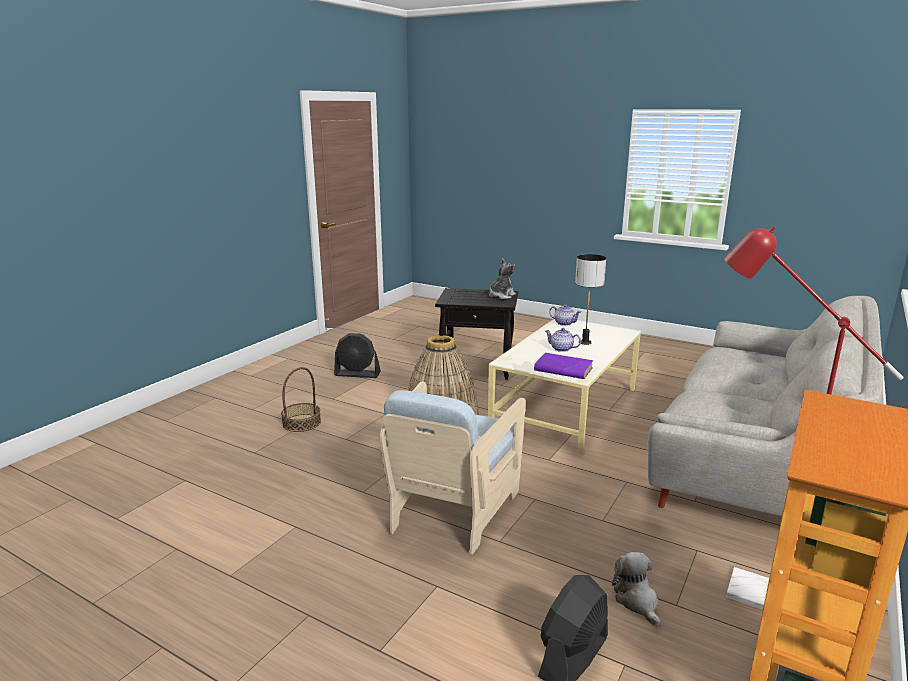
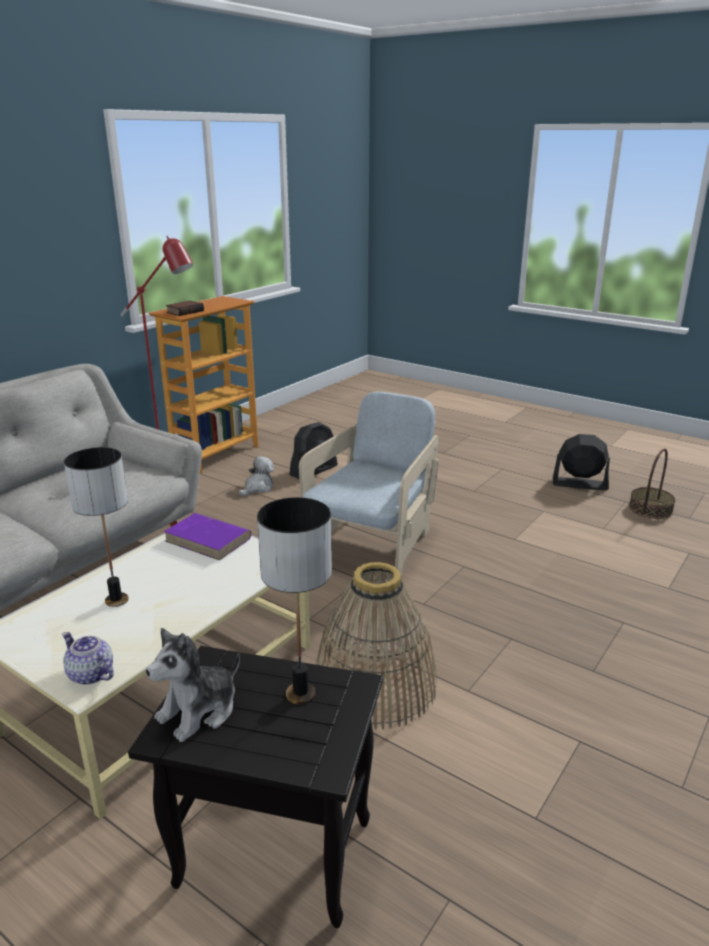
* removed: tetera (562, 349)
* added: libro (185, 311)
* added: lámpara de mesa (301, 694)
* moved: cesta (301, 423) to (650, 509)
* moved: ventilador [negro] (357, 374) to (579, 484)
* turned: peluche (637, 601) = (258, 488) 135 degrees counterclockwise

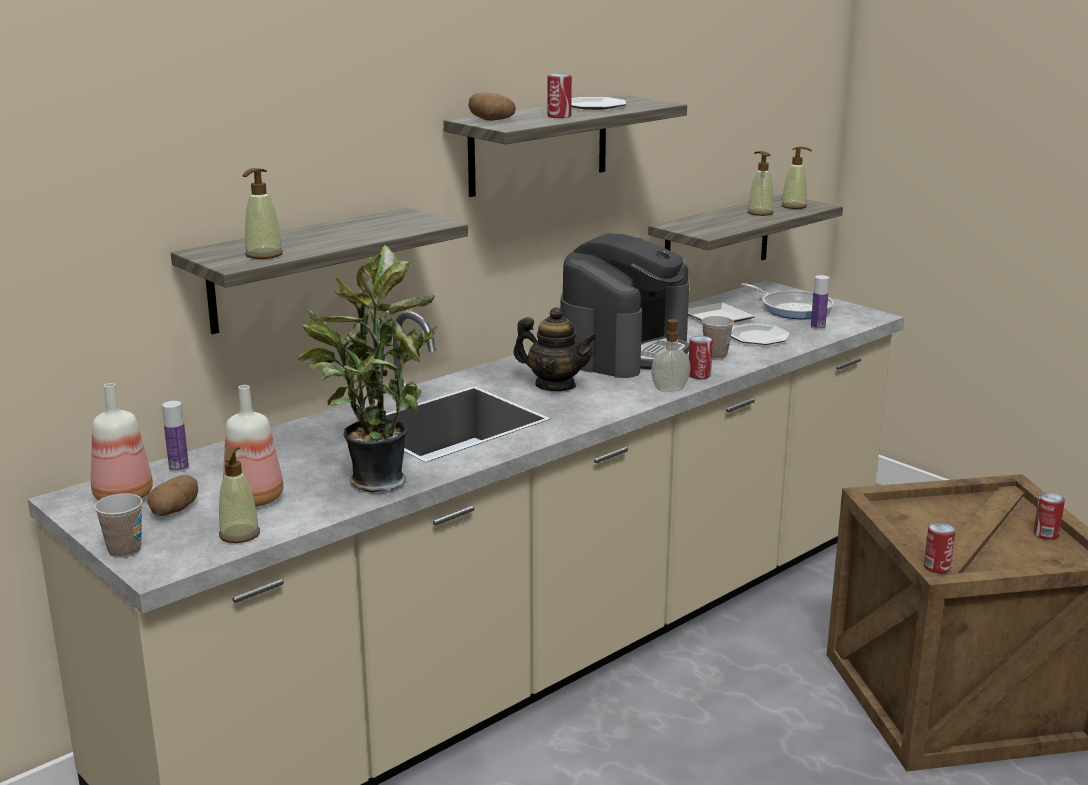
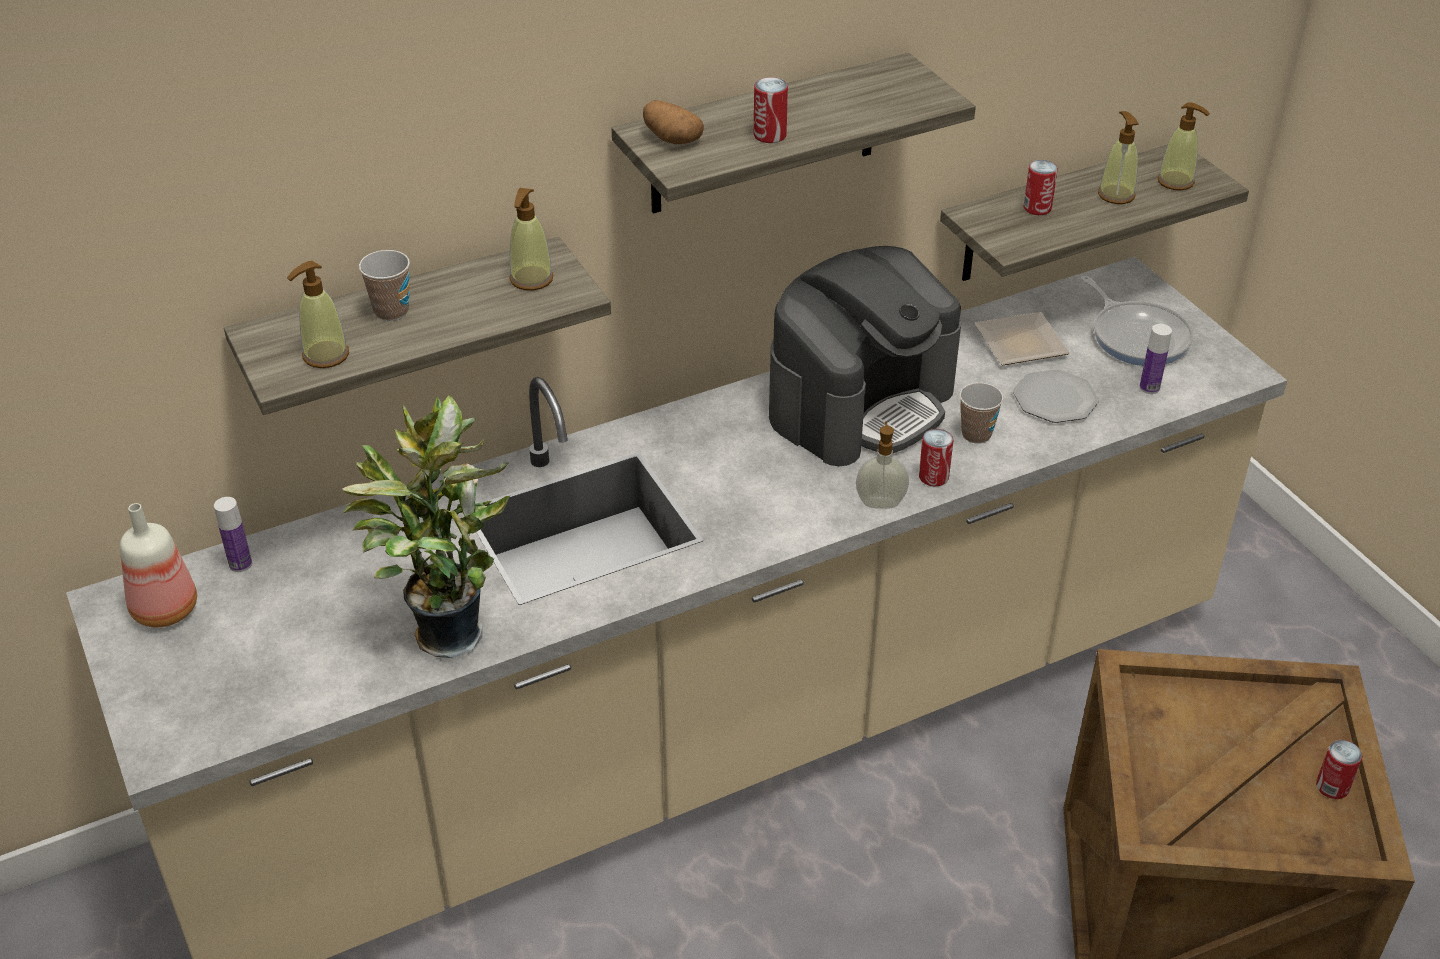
* removed: patata (175, 510)
* removed: botella (256, 499)
* removed: tetera (555, 386)
* removed: plato (593, 106)
* moved: taza (124, 550) to (391, 311)
* moved: dispensador de jabón (239, 535) to (531, 279)
* moved: lata (936, 567) to (1037, 208)

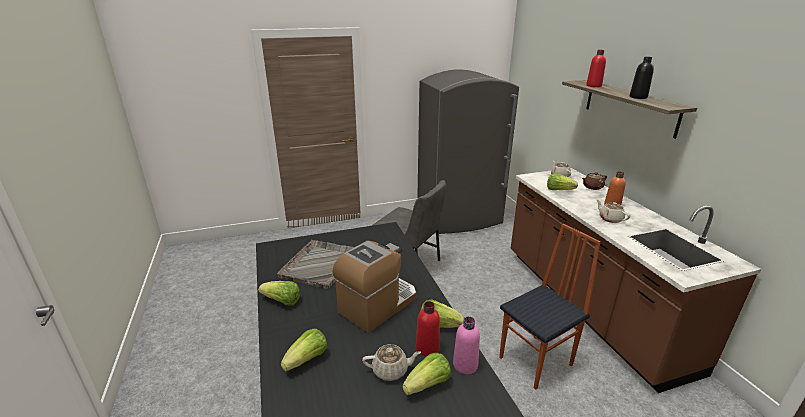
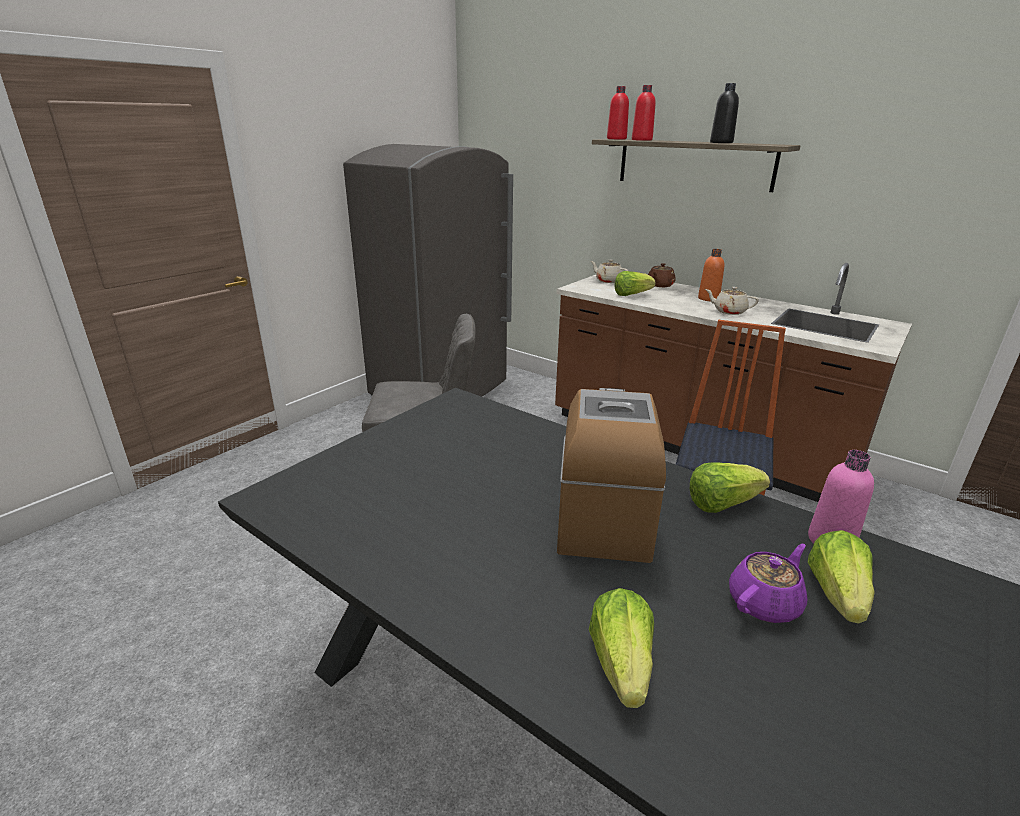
* removed: lechuga (282, 301)
* removed: bandeja [gris] (320, 264)
* moved: botella [rojo] (427, 348) to (616, 139)
* recoloured: tetera [beis] (391, 370) to tetera [morado] (765, 602)

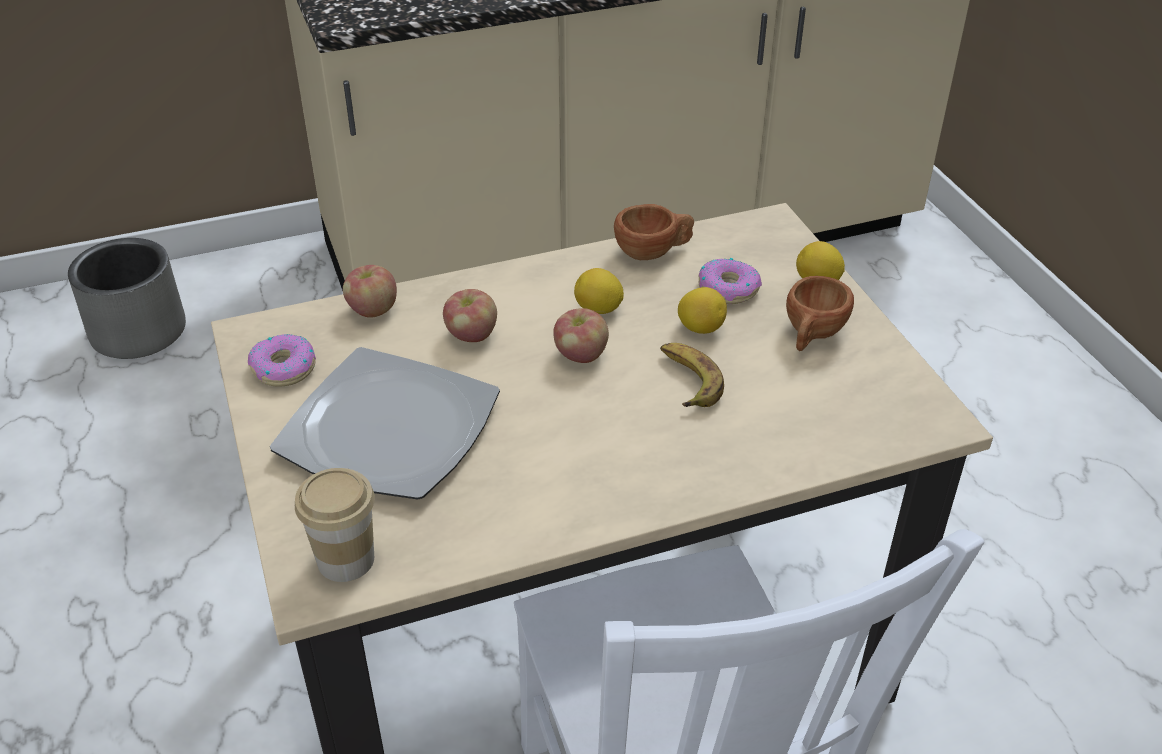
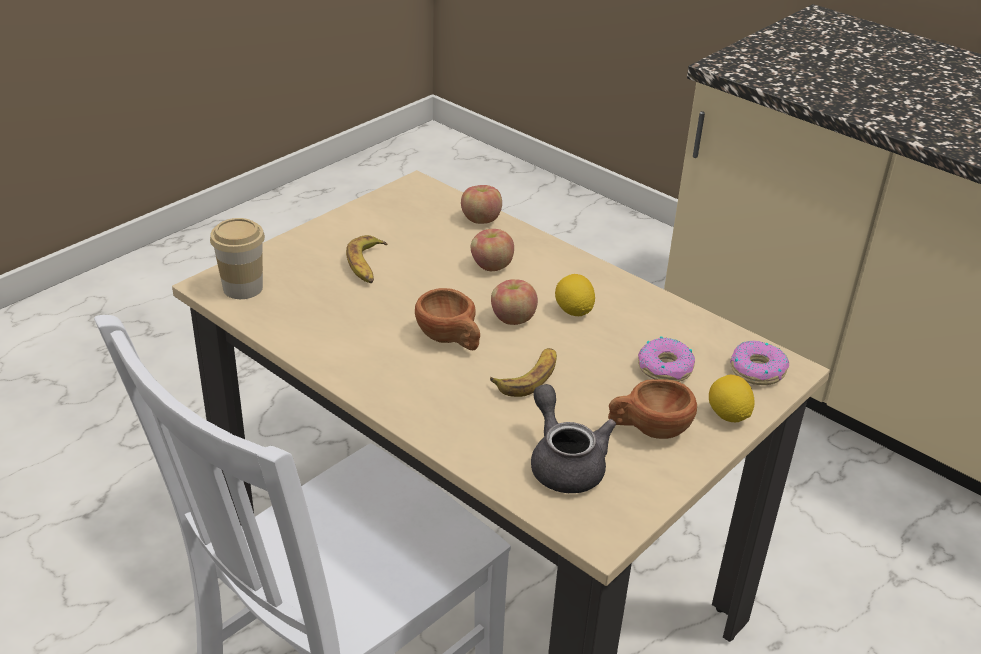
* removed: maceta [gris] (138, 333)
* removed: limón (700, 328)
* added: tetera [gris] (564, 462)
* moved: rosquilla (283, 368) to (757, 370)
* moved: taza [marrón] (653, 252) to (450, 340)
* replaced: plato (390, 431) to plátano (367, 266)

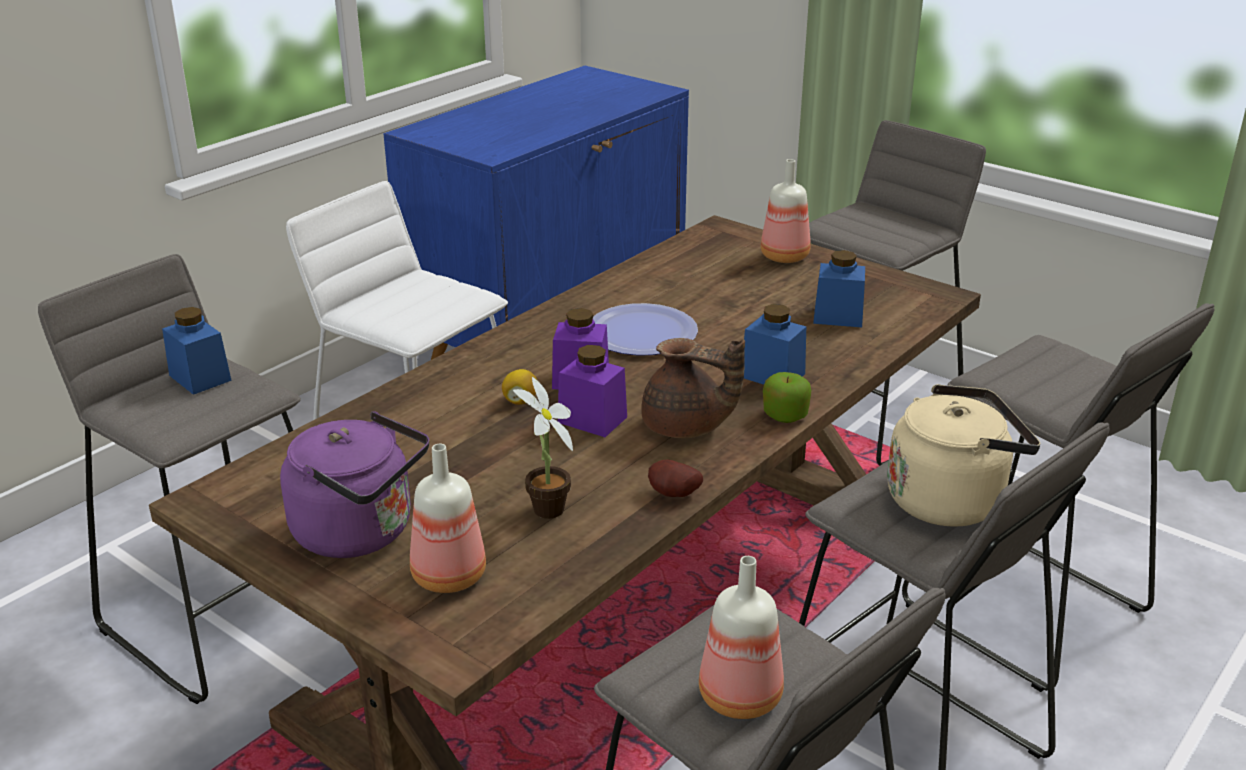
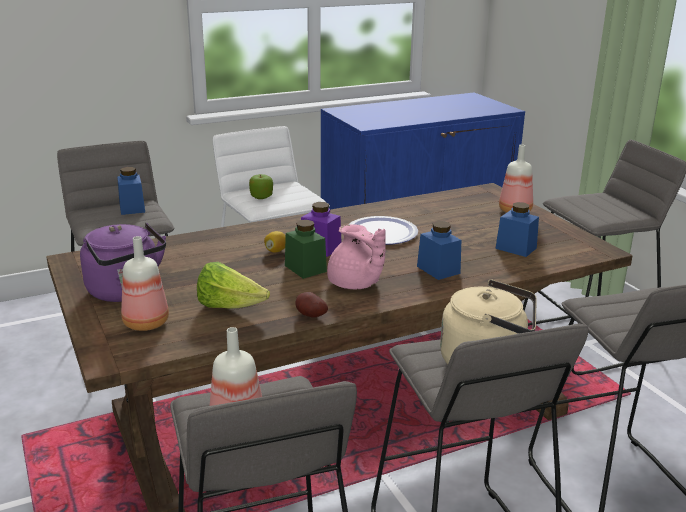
* moved: manzana (785, 415) to (261, 196)
* replaced: planta en maceta (546, 513) to lechuga (229, 307)
* recoloured: tarro [morado] (592, 420) to tarro [verde] (305, 268)
* recoloured: tetera [marrón] (686, 428) to tetera [rosa] (355, 284)

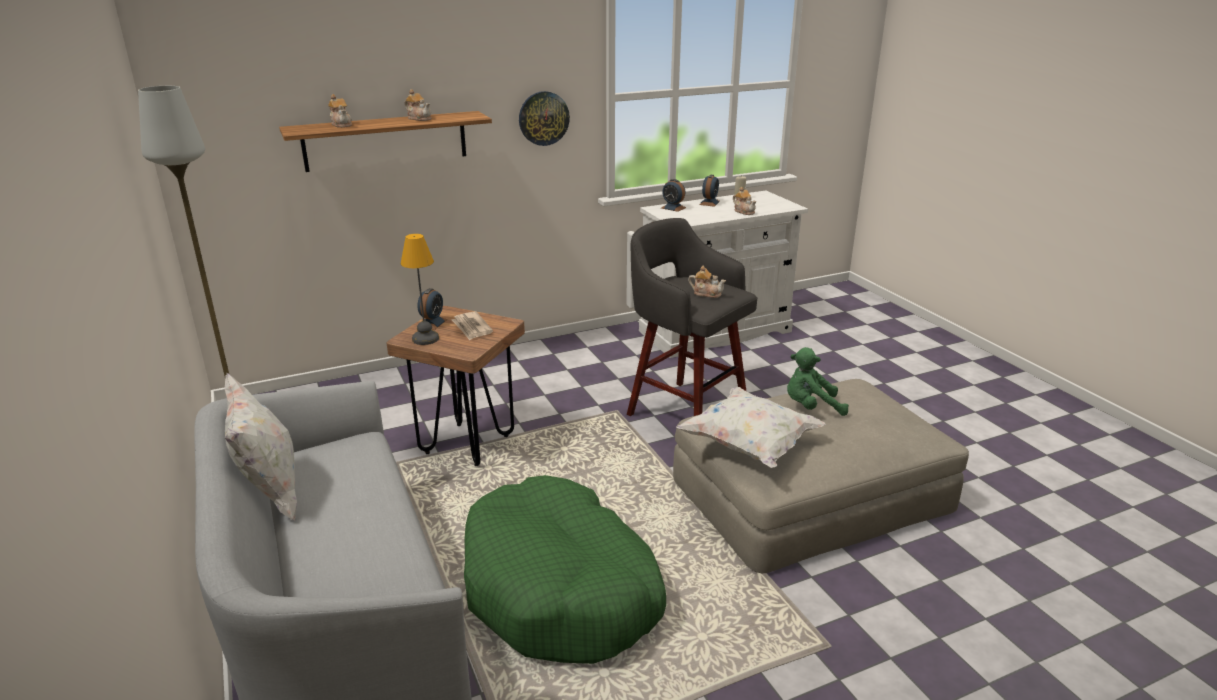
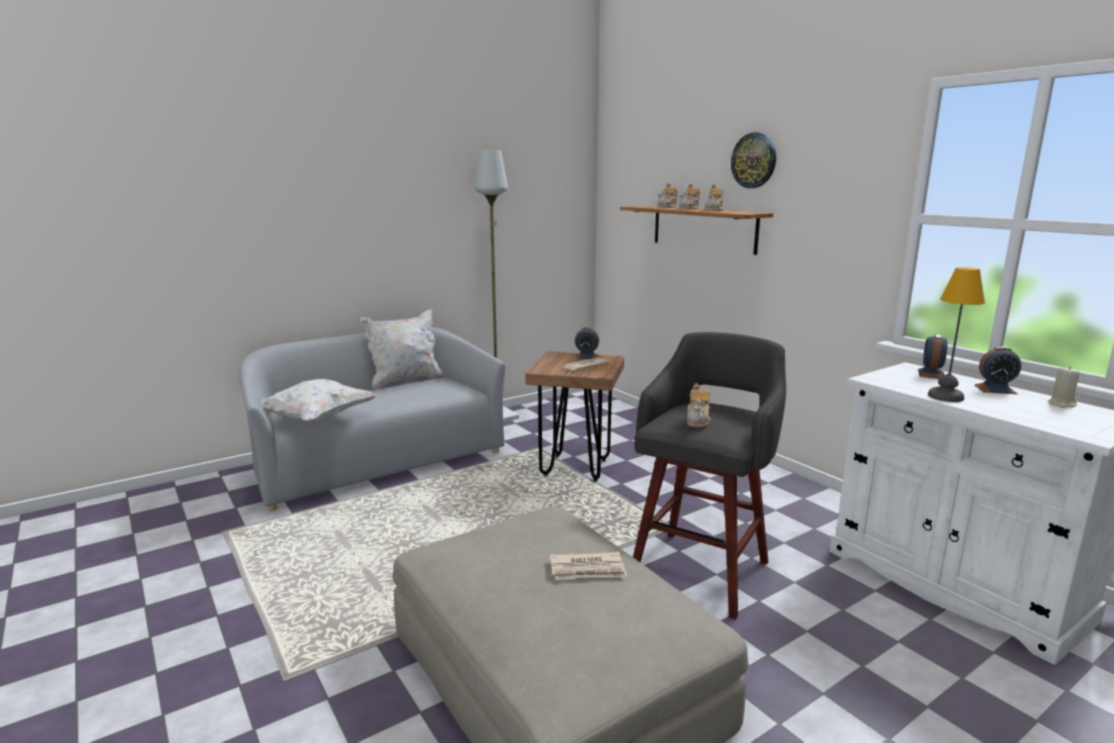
* removed: cama para perro [verde] (561, 590)
* moved: lámpara de mesa (426, 338) to (946, 396)
* moved: reloj de pared (543, 118) to (754, 160)
* moved: cojín [blanco] (750, 446) to (317, 419)
* moved: tetera (744, 211) to (689, 209)
* replaced: peluche [verde] (811, 407) to periódico (588, 569)

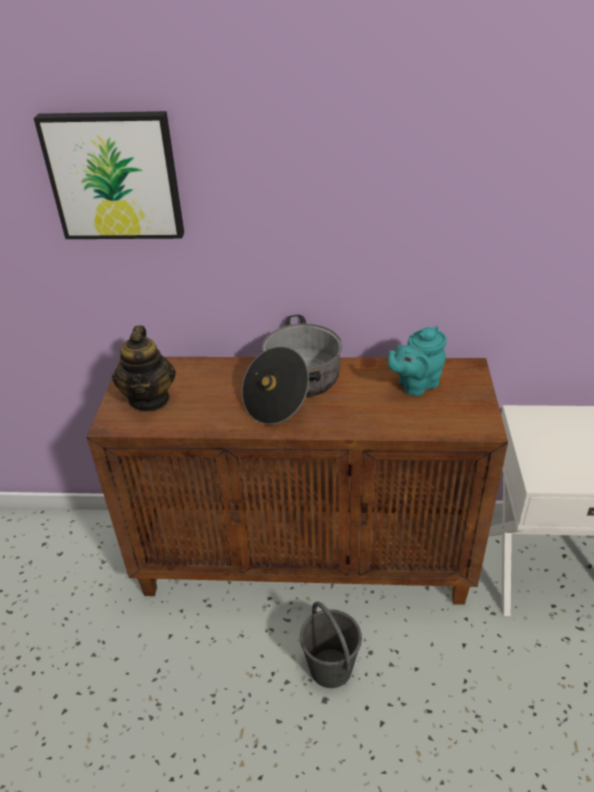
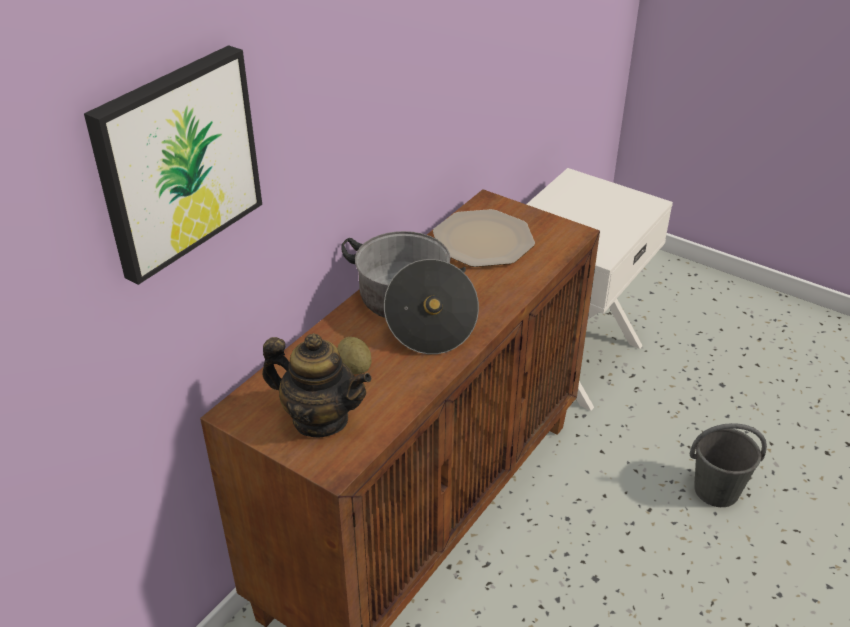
* added: patata (355, 367)
* moved: cubo [gris] (331, 669) to (717, 490)
* replaced: tetera [turquesa] (415, 385) to plato (483, 240)

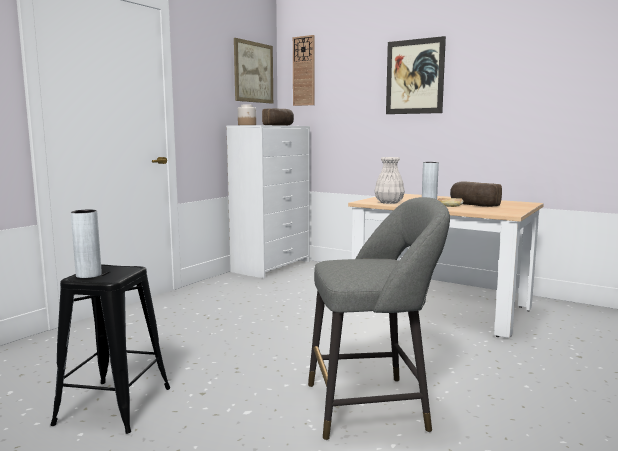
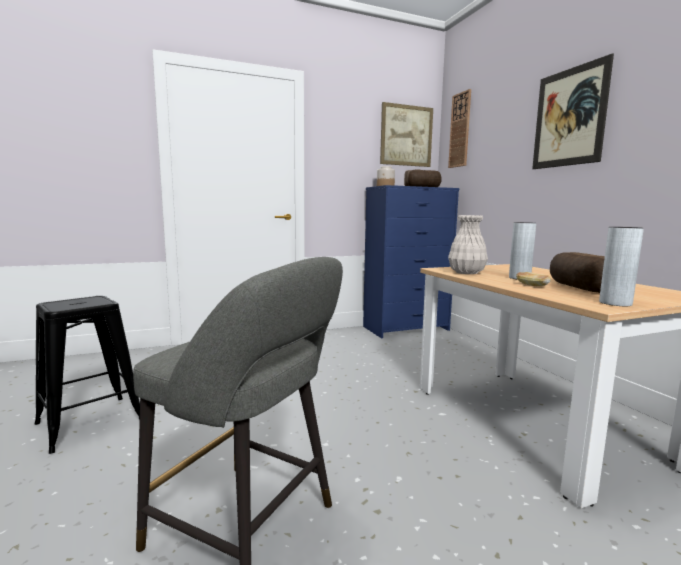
* moved: florero [gris] (88, 275) to (615, 303)
* recoloured: cómoda [blanco] (272, 266) to cómoda [azul] (406, 328)

